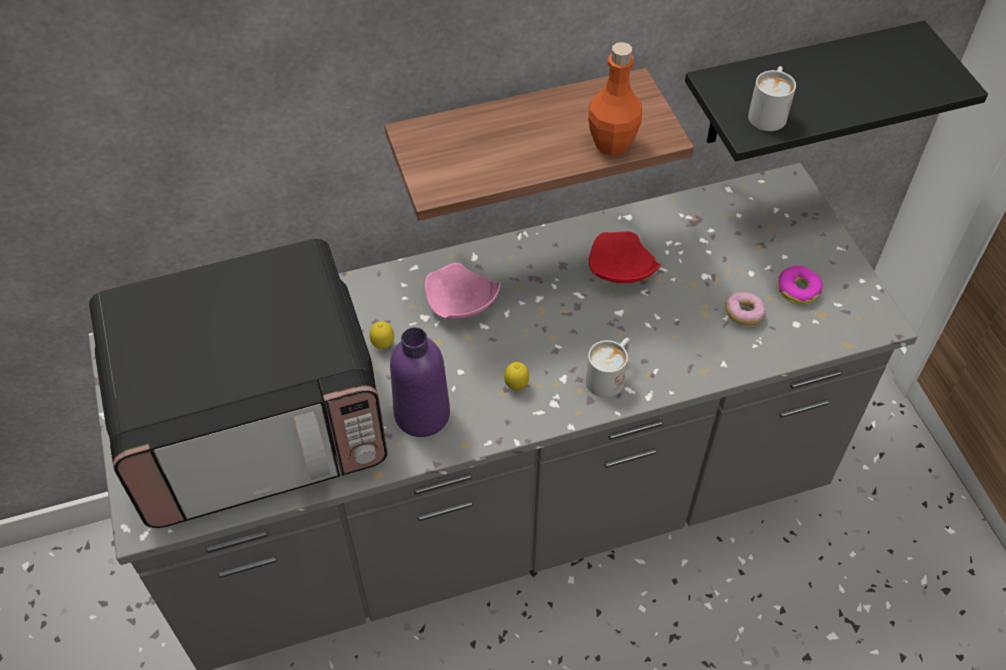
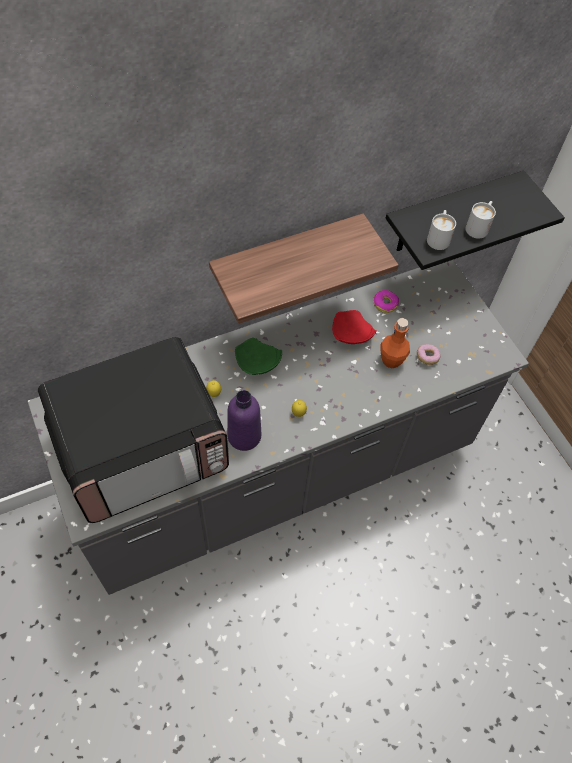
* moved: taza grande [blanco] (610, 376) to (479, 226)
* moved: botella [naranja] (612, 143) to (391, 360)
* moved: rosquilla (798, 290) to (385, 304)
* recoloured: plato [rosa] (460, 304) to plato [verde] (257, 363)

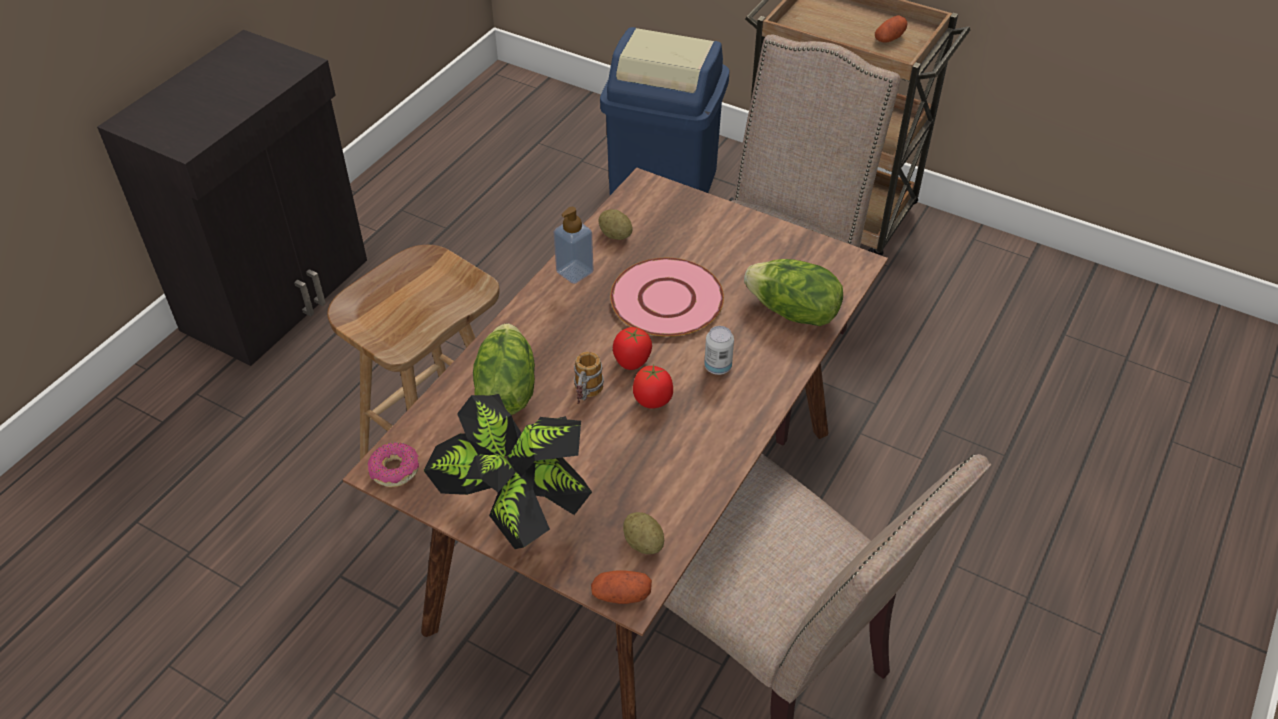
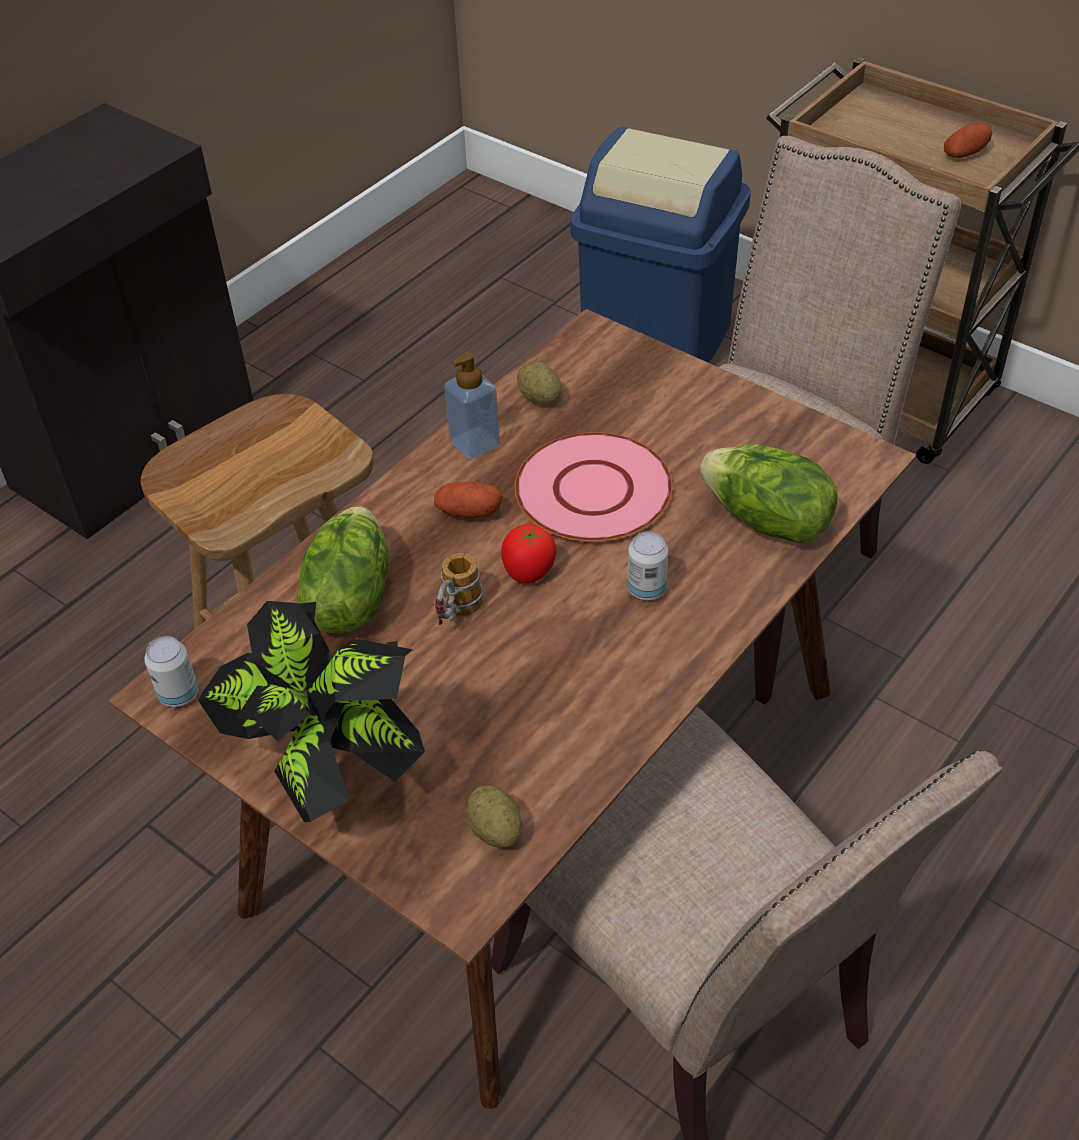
* removed: tomate (653, 400)
* moved: patata (621, 595) to (468, 512)
* replaced: rosquilla (394, 470) to lata (179, 694)

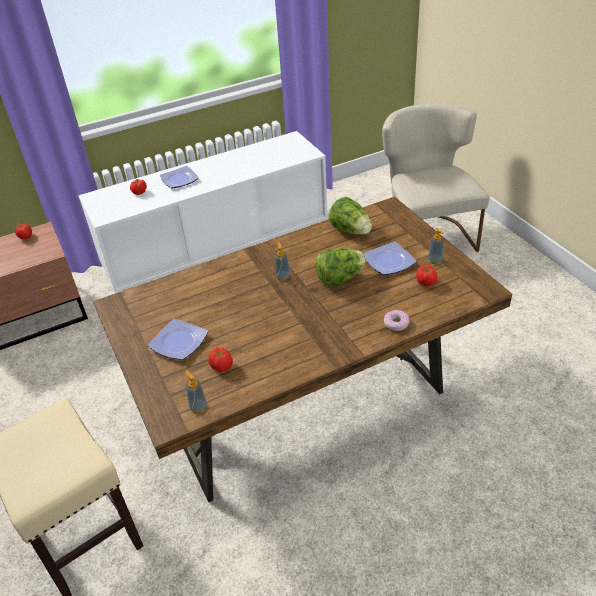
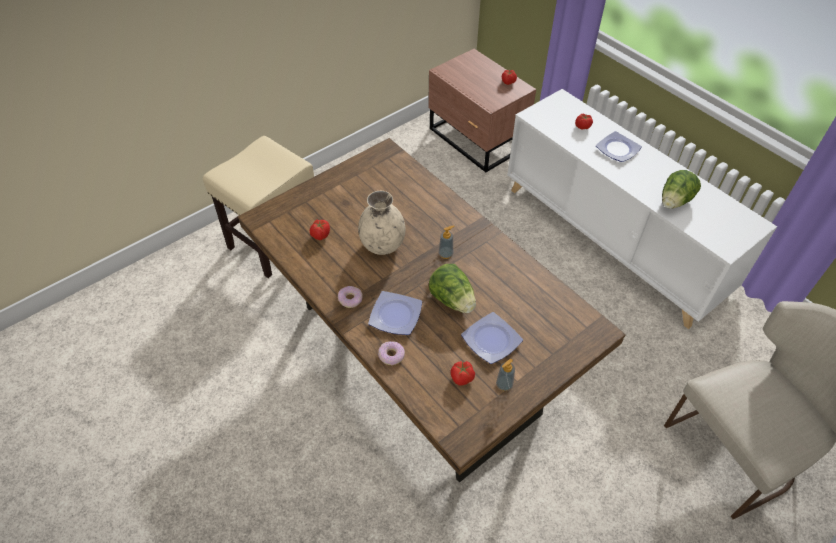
* removed: dispensador de jabón (198, 407)
* added: rosquilla (350, 299)
* added: florero [beis] (382, 245)
* moved: plato (177, 343) to (395, 314)
* moved: lechuga (351, 231) to (674, 201)

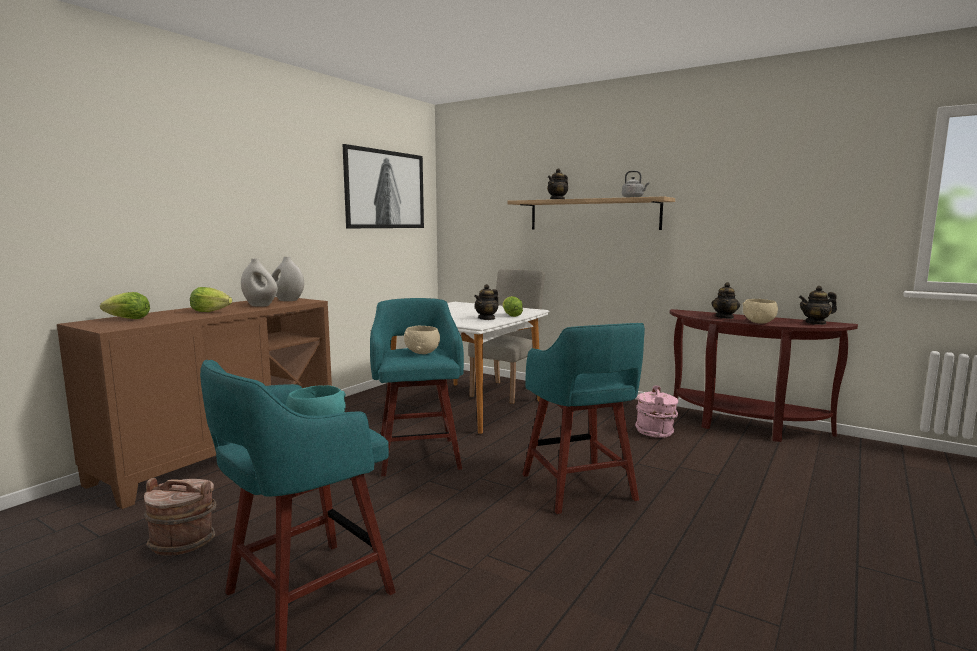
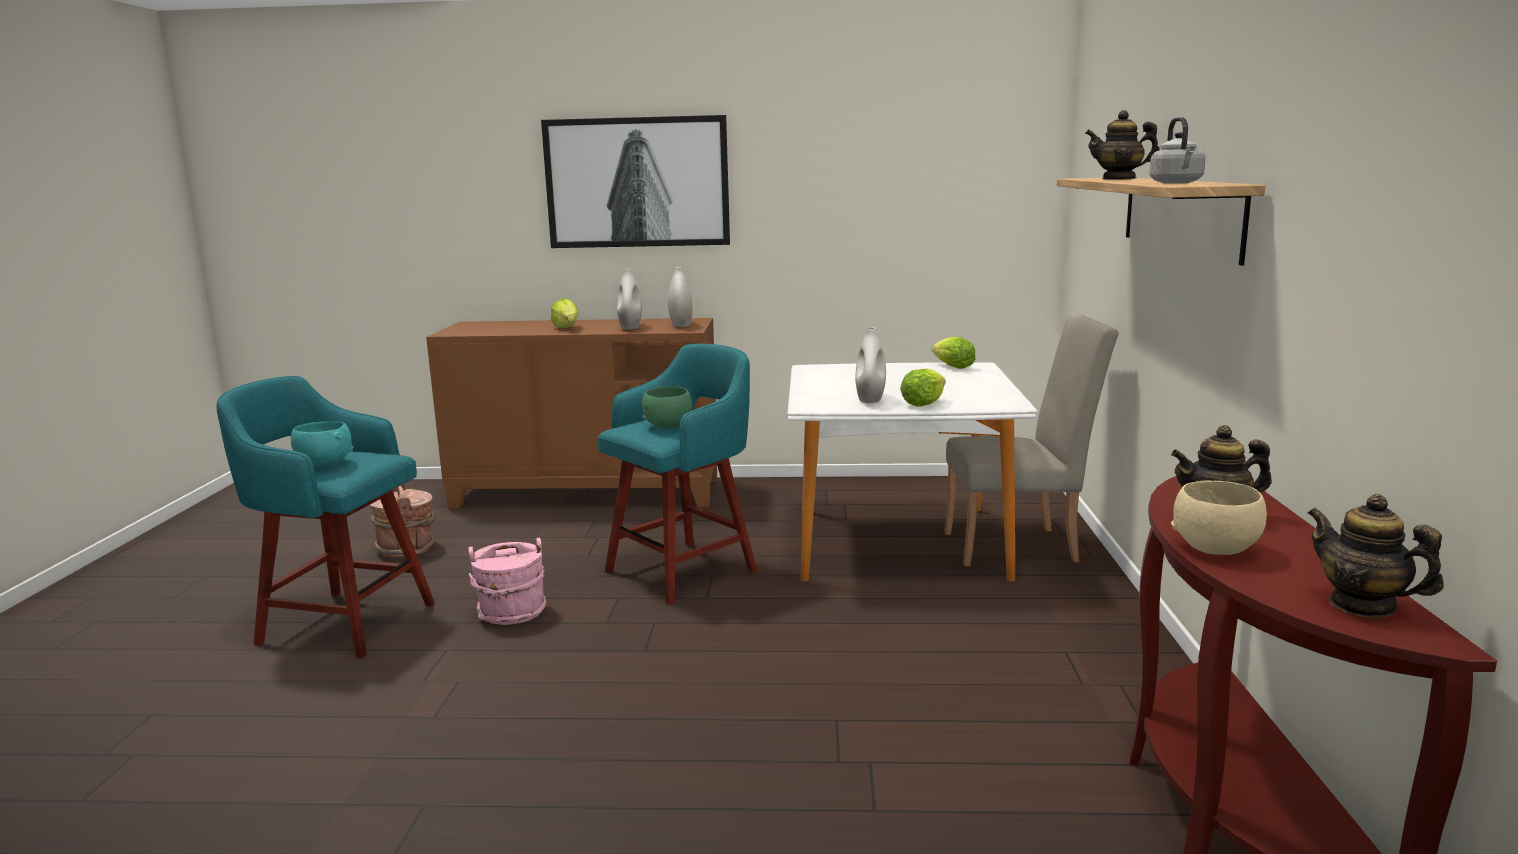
* removed: taburete [turquesa] (579, 489)
* moved: lechuga (128, 319) to (953, 367)
* moved: cuadro (385, 189) to (637, 182)
* moved: cubo [rosa] (655, 432) to (511, 612)
* replaced: tetera (487, 318) to florero [blanco] (870, 400)
* recoloured: cuenco [beis] (423, 352) to cuenco [verde] (668, 426)

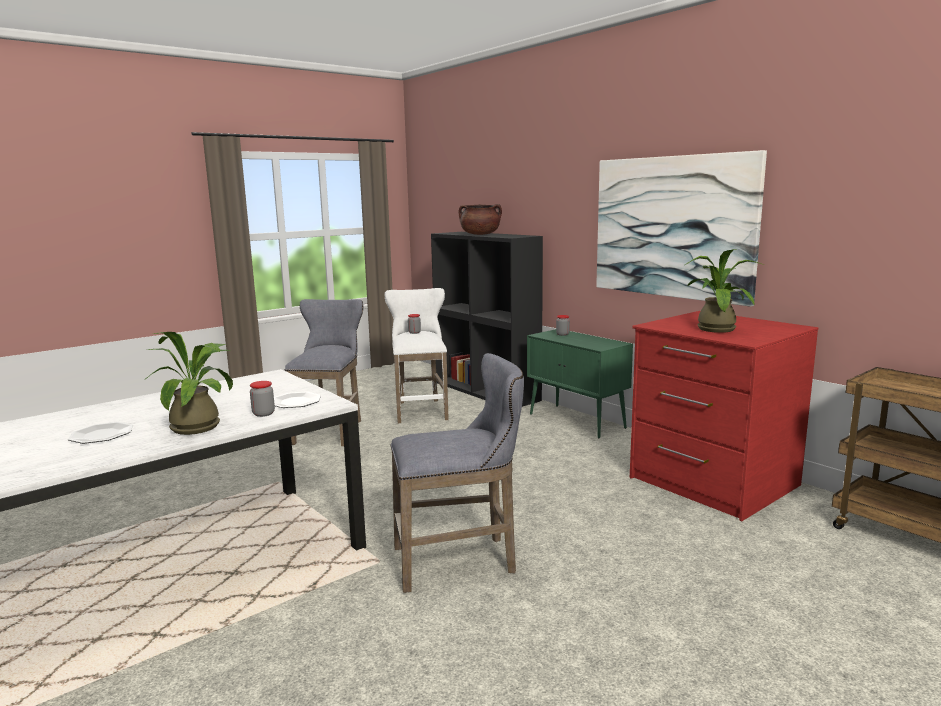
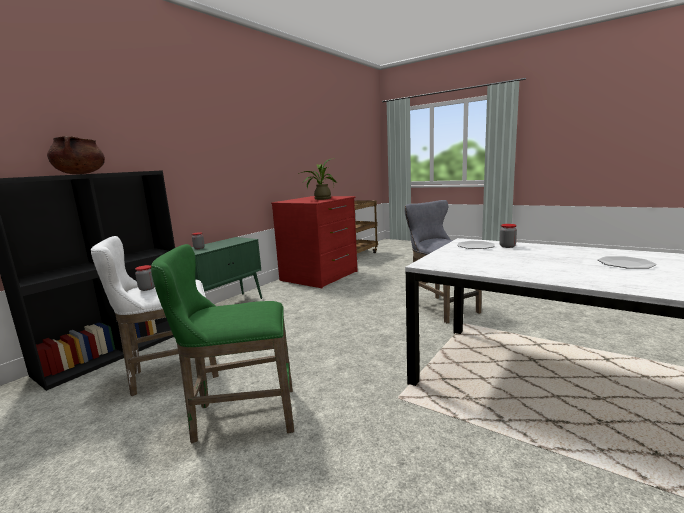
* removed: planta en maceta (201, 425)
* removed: cuadro (672, 227)
* recoloured: taburete [gris] (331, 431) to taburete [verde] (239, 417)

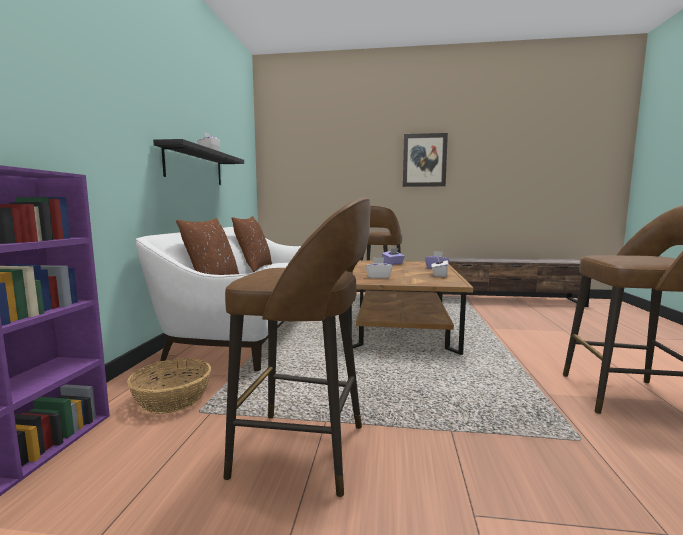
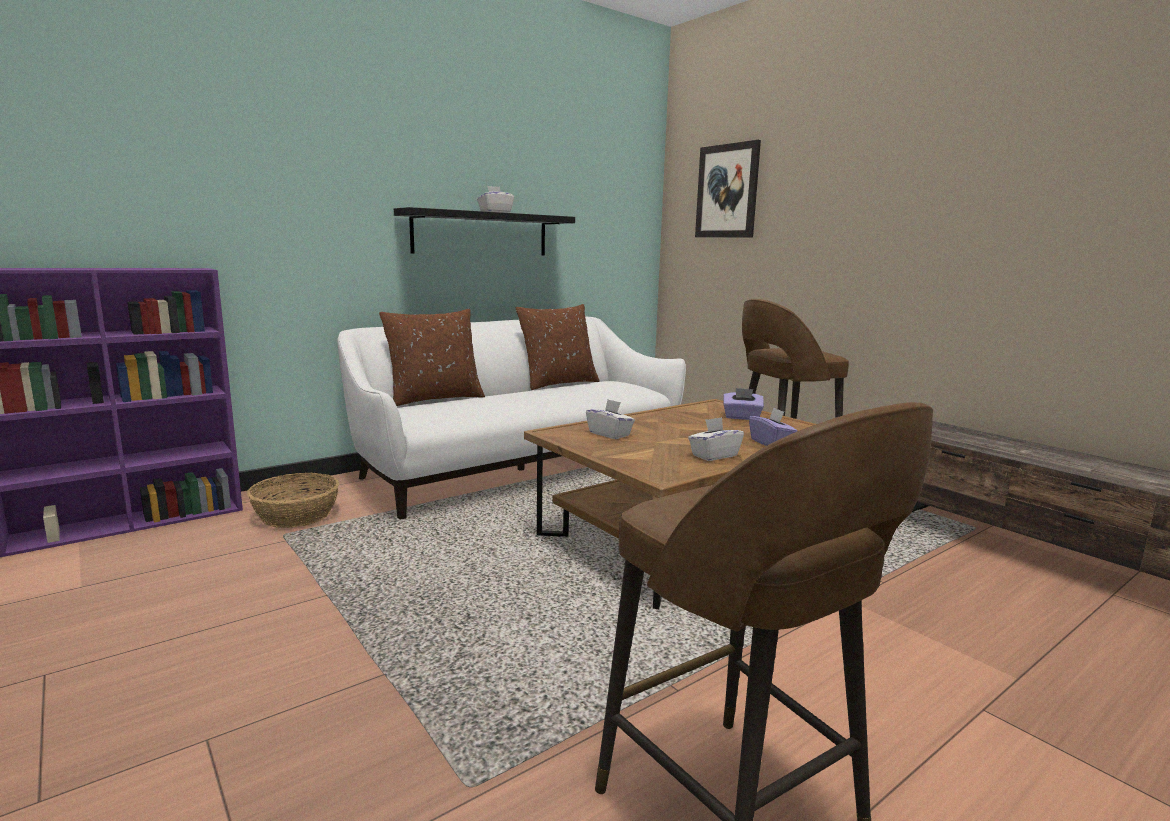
* removed: taburete [marrón] (305, 451)
* moved: cuadro (424, 160) to (727, 191)

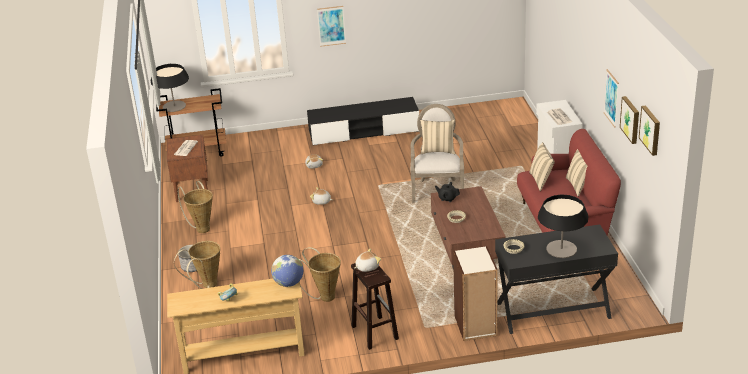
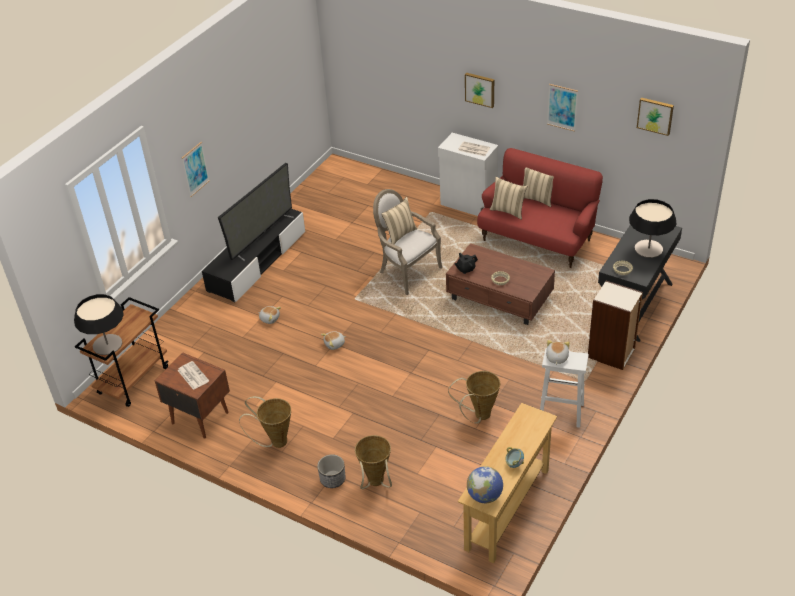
* added: televisor (261, 236)
* moved: globo terráqueo (288, 283) to (484, 496)
* moved: cuadro (631, 119) to (480, 89)
* recoloured: taburete [marrón] (374, 332) to taburete [blanco] (560, 412)

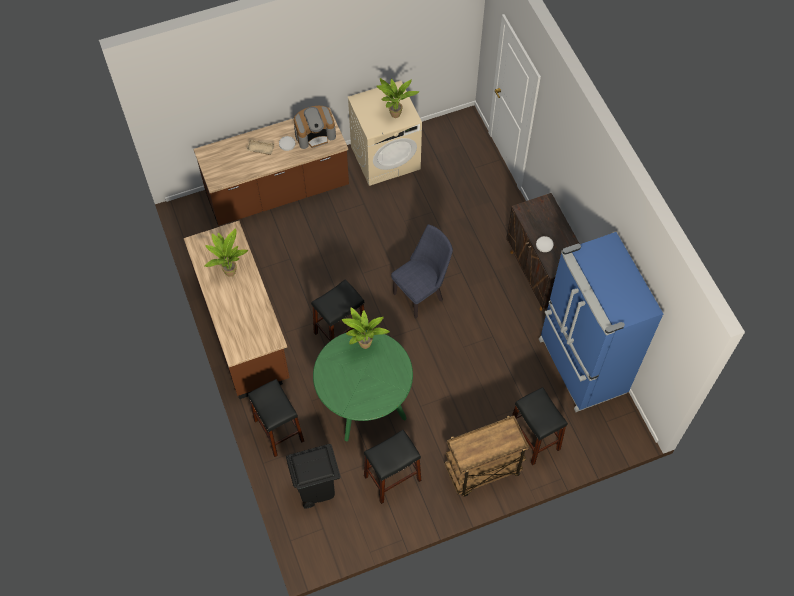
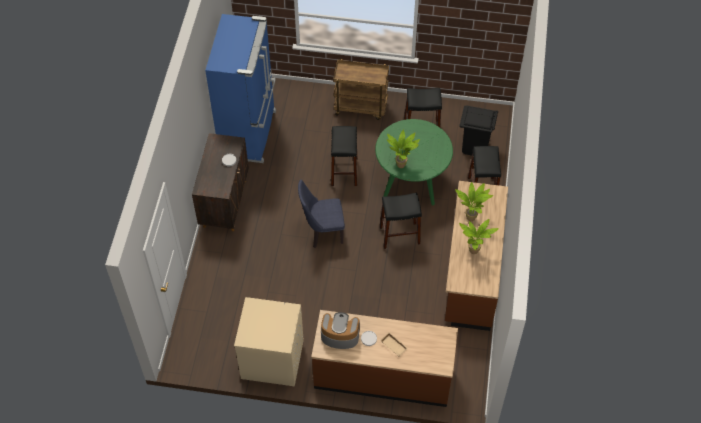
* moved: planta en maceta (395, 116) to (471, 217)
* moved: taburete [negro] (534, 438) to (344, 171)

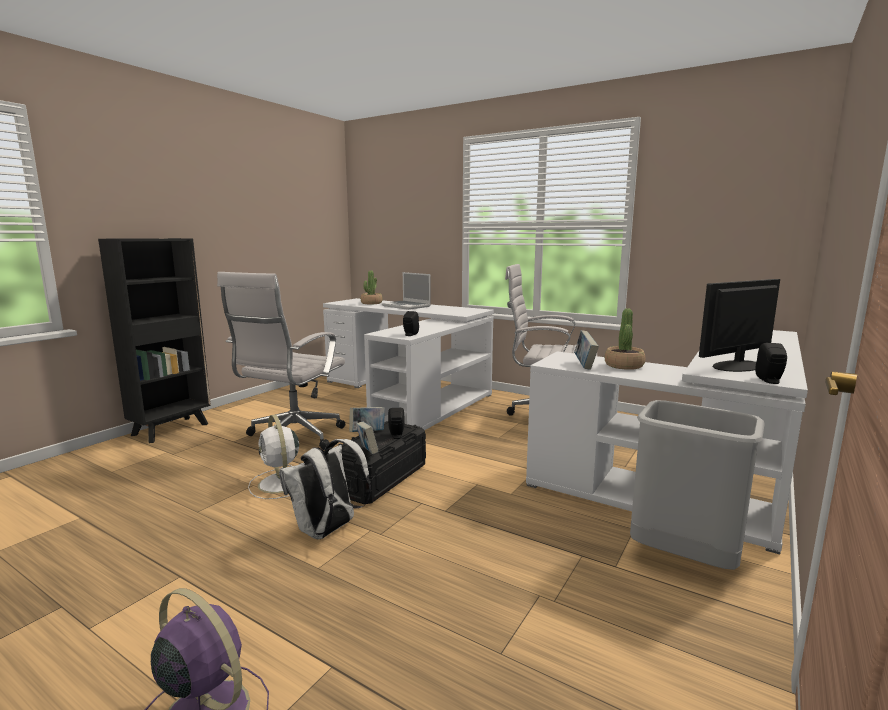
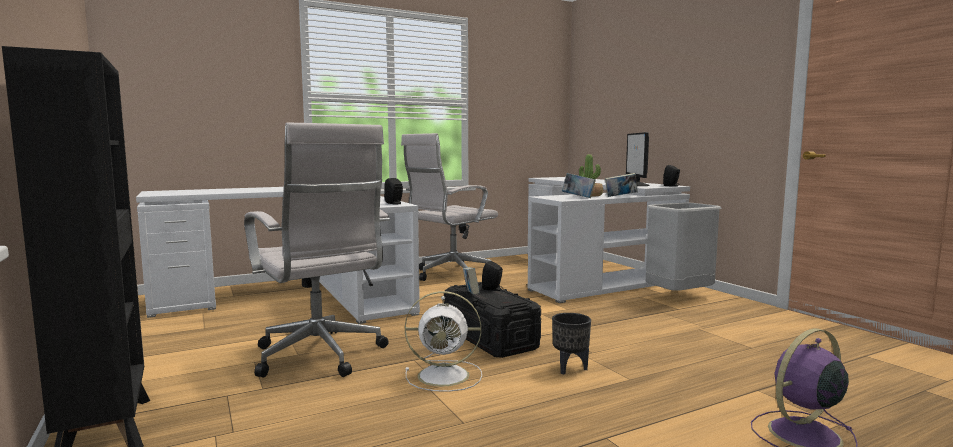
* removed: planta en maceta (371, 303)
* removed: portátil (407, 306)
* moved: libro (367, 452) to (620, 197)
* replaced: mochila [blanco] (327, 531) to maceta [negro] (571, 368)

